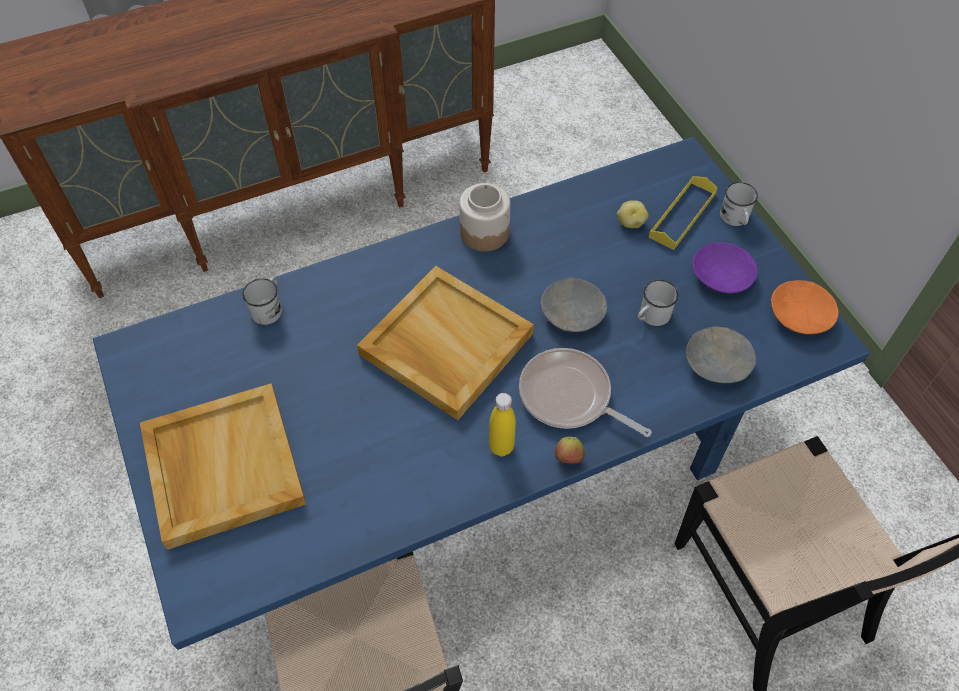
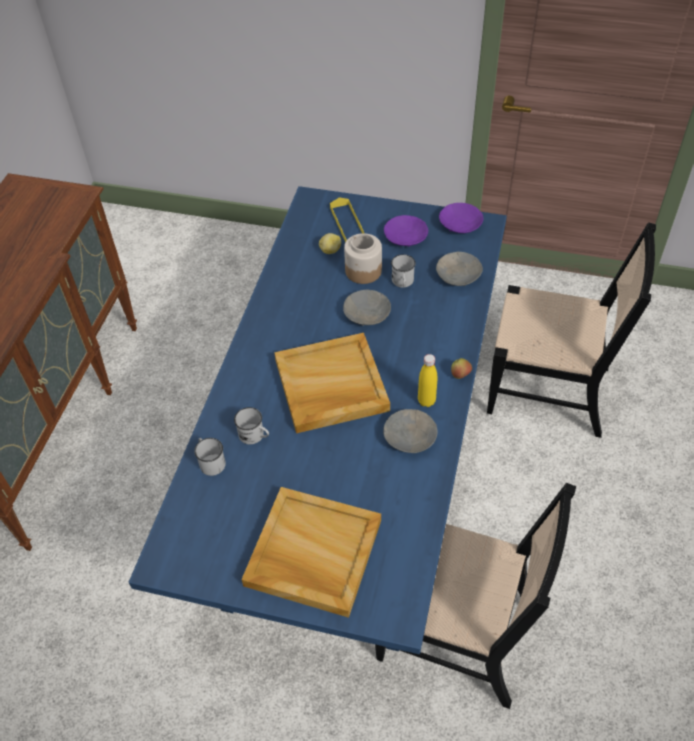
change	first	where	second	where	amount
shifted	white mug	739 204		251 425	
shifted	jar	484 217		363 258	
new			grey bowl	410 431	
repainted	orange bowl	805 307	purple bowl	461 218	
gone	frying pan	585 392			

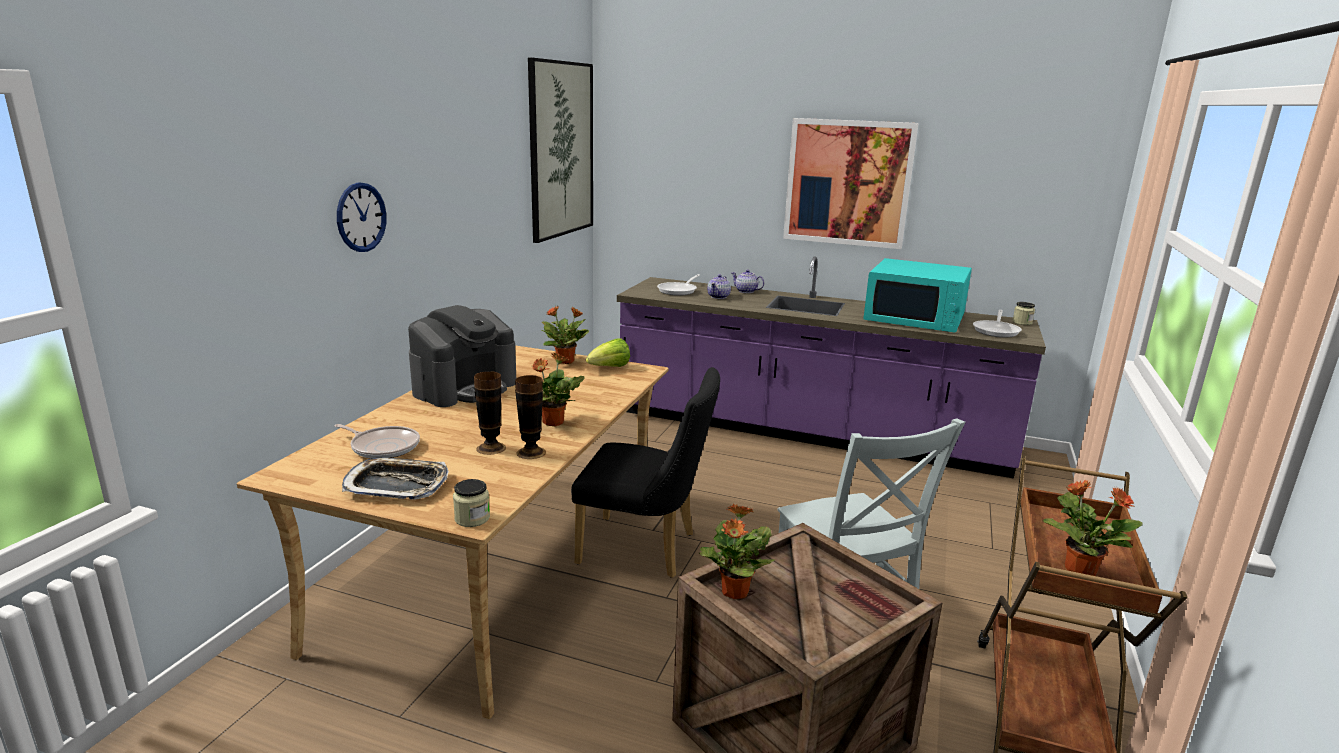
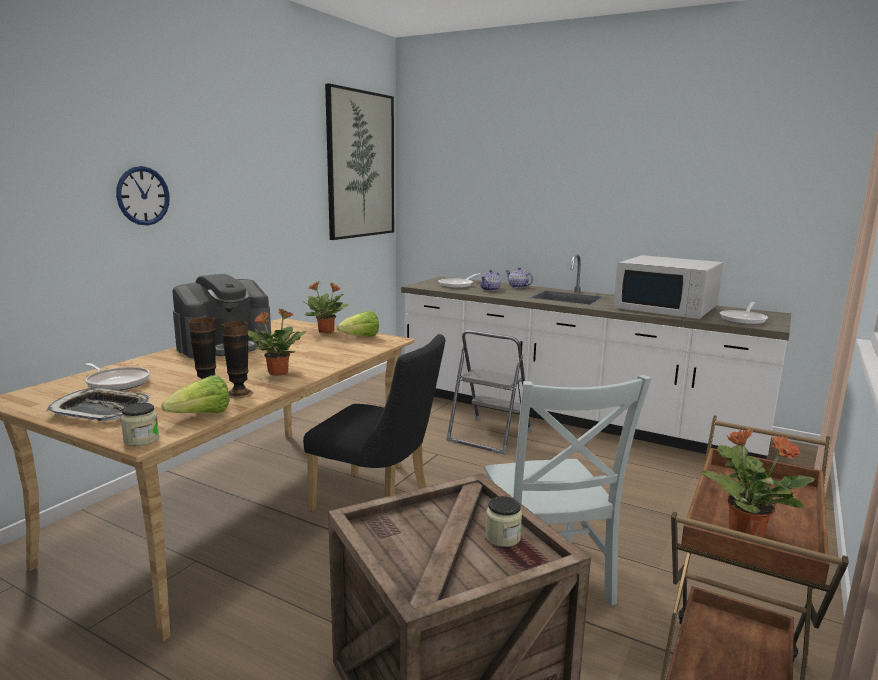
change	first	where	second	where	amount
new			lettuce	195 394	
repainted	purple counter	831 367	white counter	596 356	
new			grey step ladder	489 392	
shifted	jar	1023 313		503 521	
repainted	turquoise microwave	917 295	white microwave	668 287	
gone	potted plant	737 551			
gone	picture	851 183			

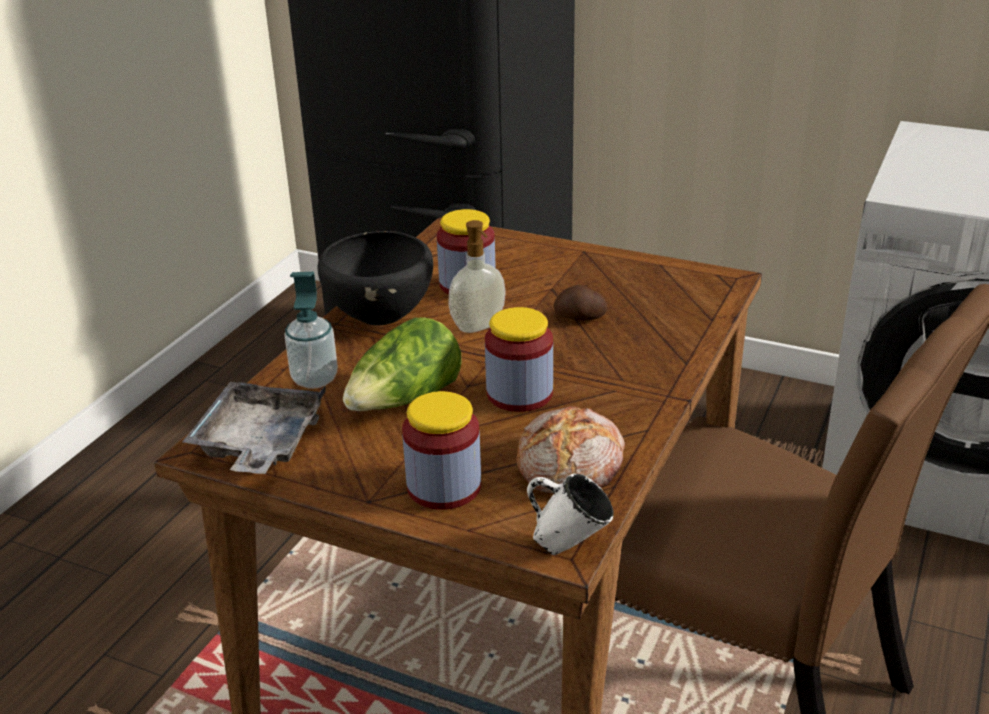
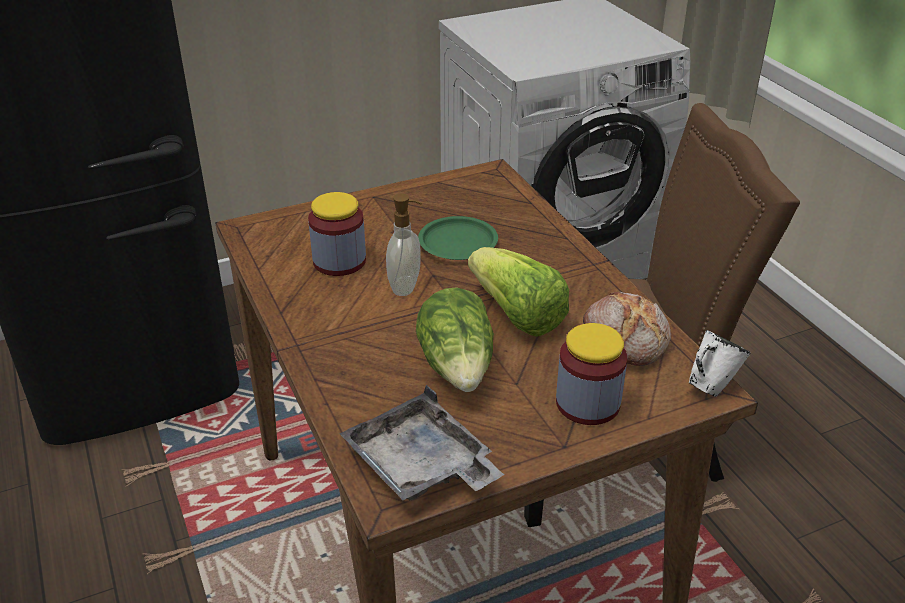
change	first	where	second	where	amount
swapped	potato	580 303	green plate	458 238	
swapped	jar	519 359	lettuce	518 292	
gone	soap dispenser	311 330			
gone	black bowl	375 278			

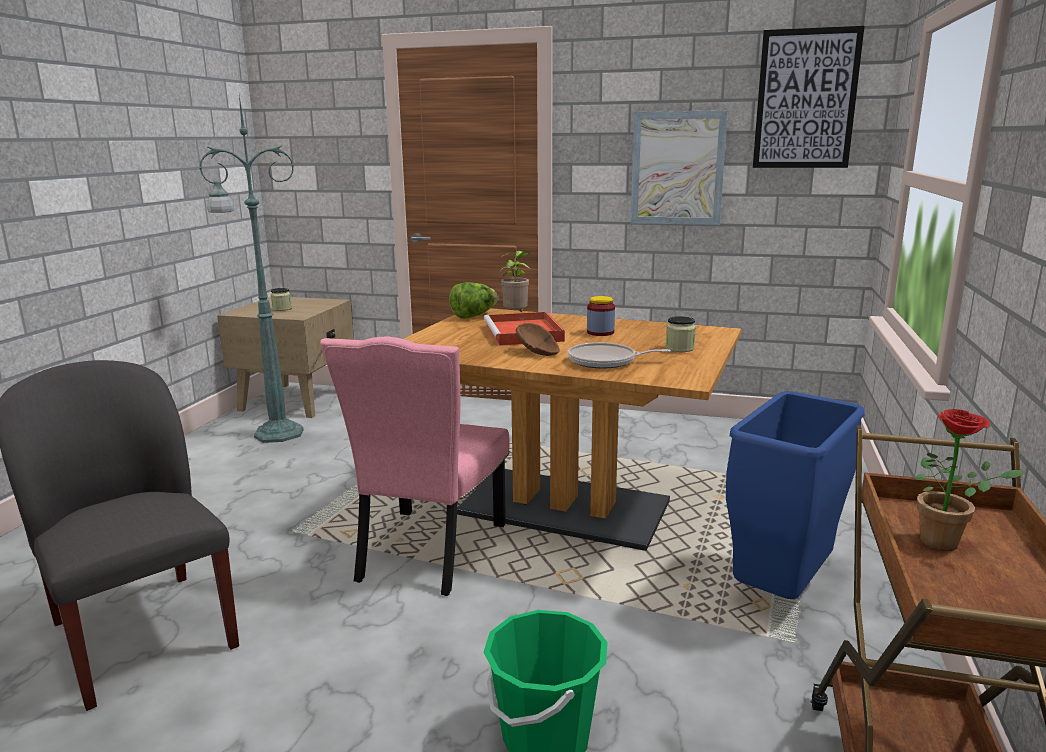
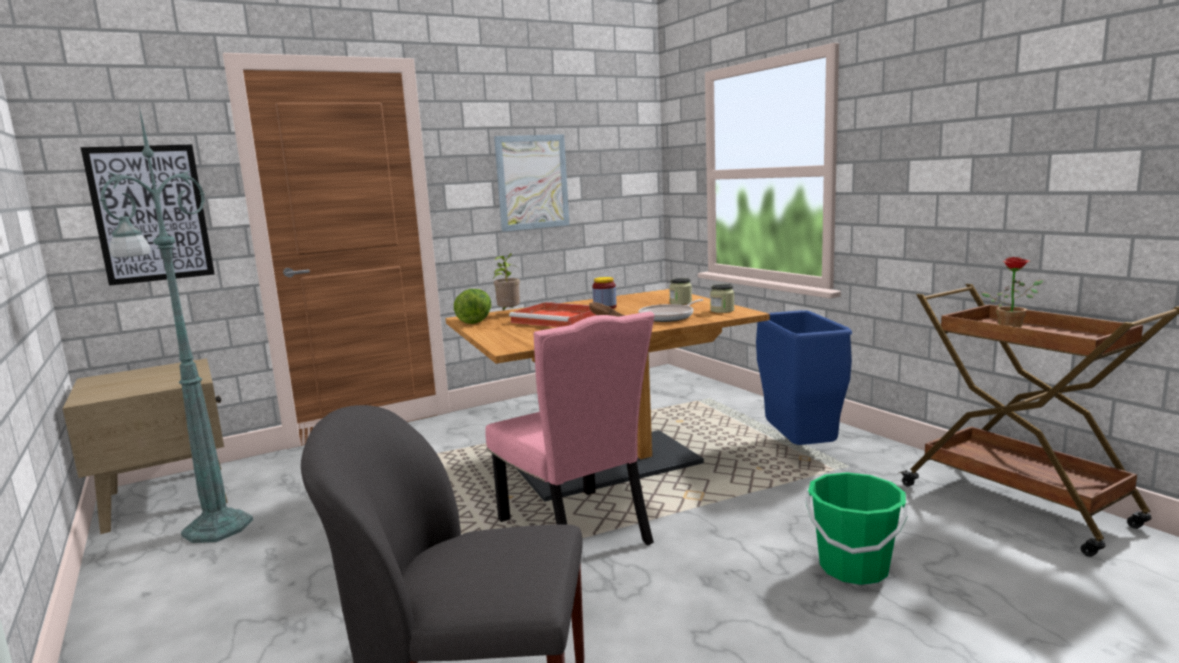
change	first	where	second	where	amount
shifted	picture	809 97		147 215	
shifted	jar	281 299		722 298	

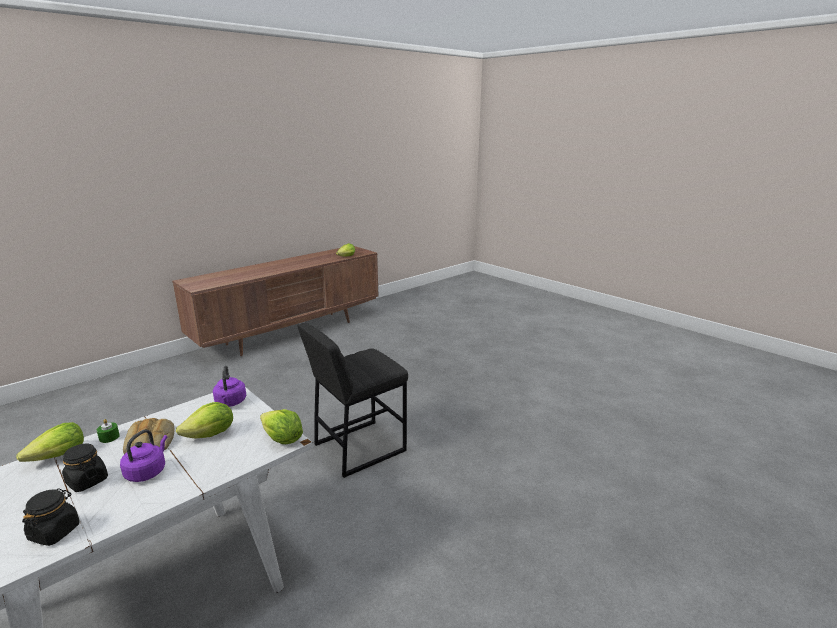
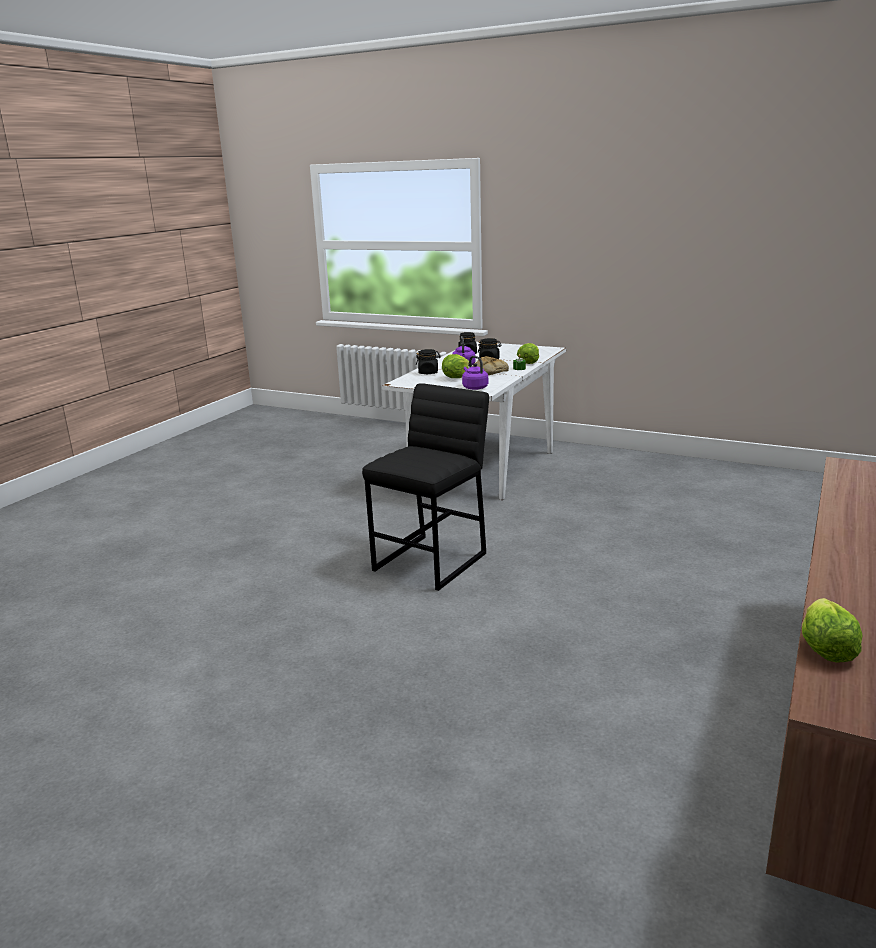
change	first	where	second	where	amount
new			black jar	428 361	
gone	lettuce	281 426			

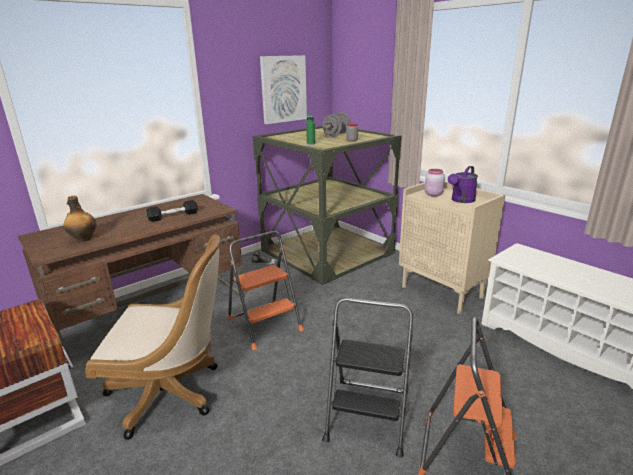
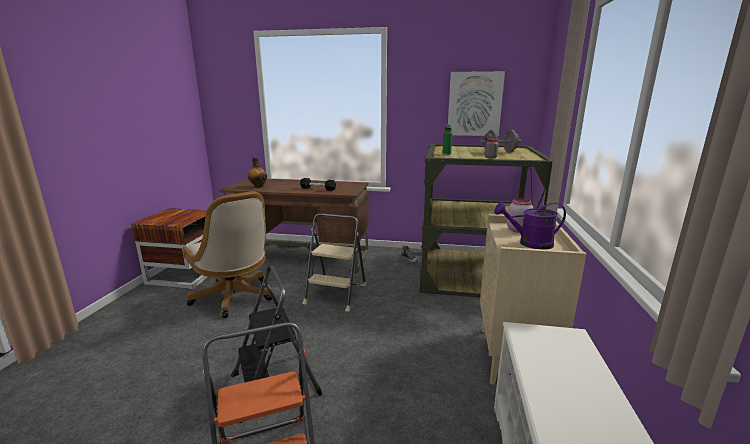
change	first	where	second	where	amount
repainted	orange step ladder	266 290	beige step ladder	334 262	

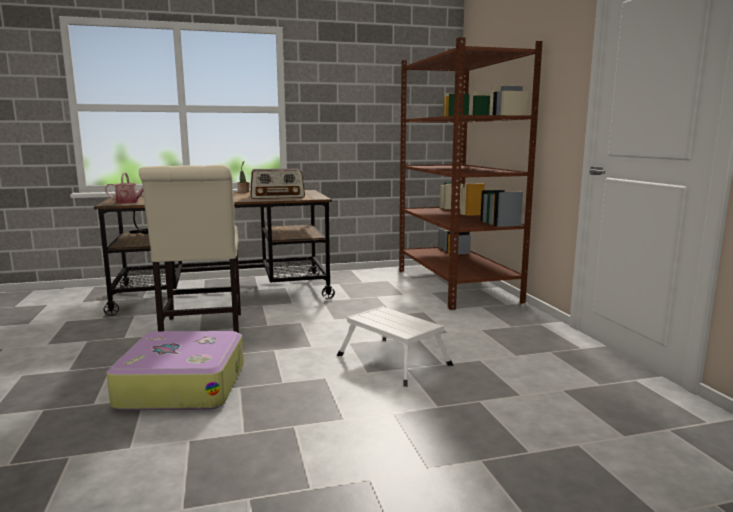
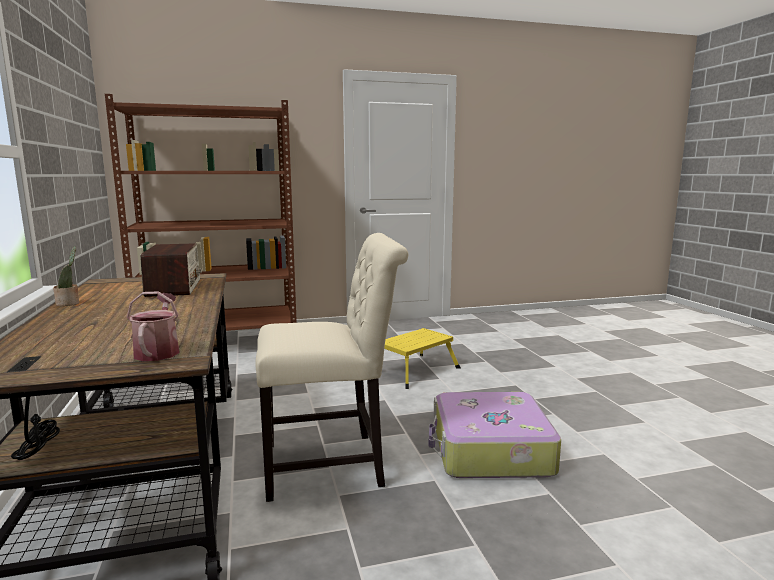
change	first	where	second	where	amount
repainted	white step ladder	395 346	yellow step ladder	422 358	

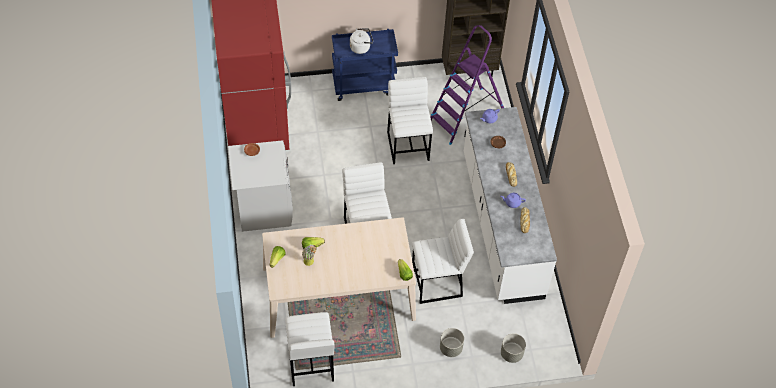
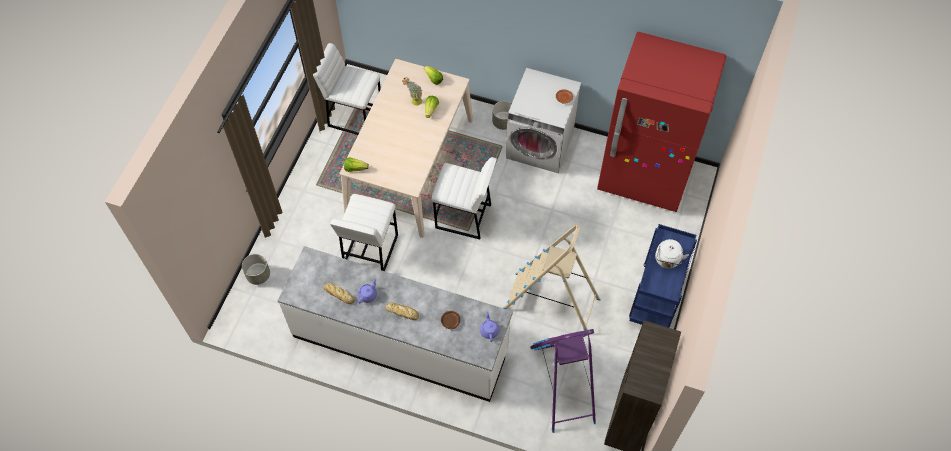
change	first	where	second	where	amount
shifted	grey planter	452 342		502 115	
swapped	white chair	410 120	beige step ladder	552 278	

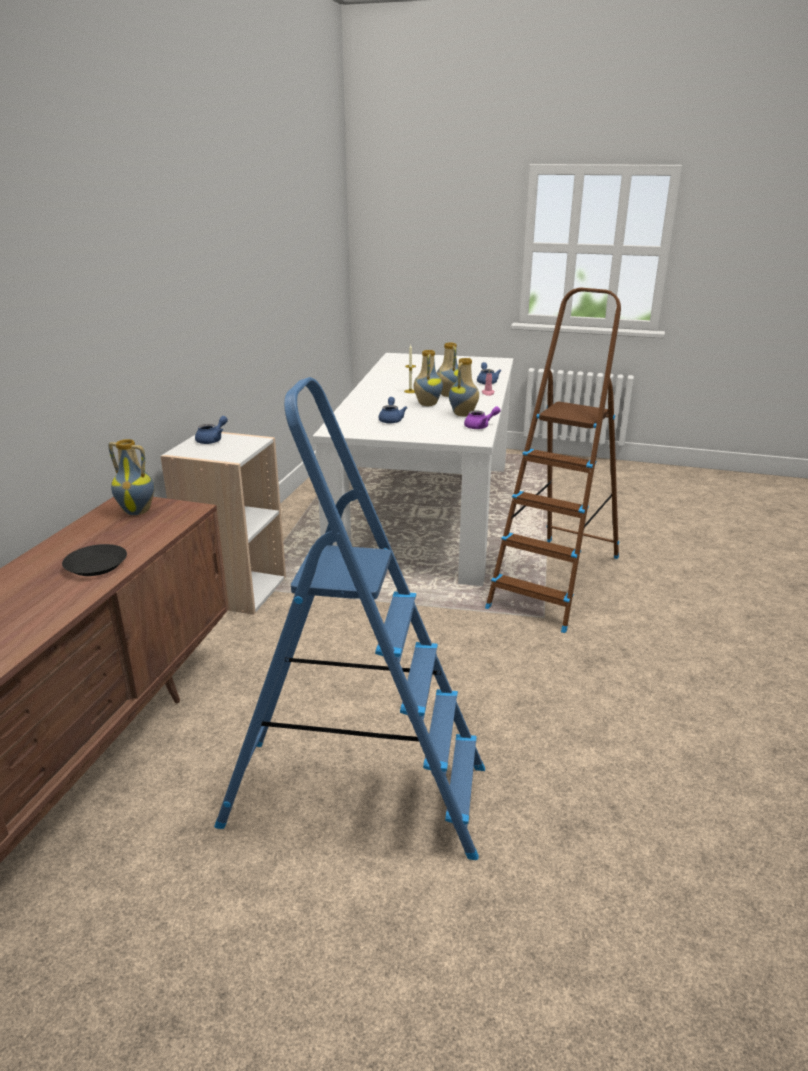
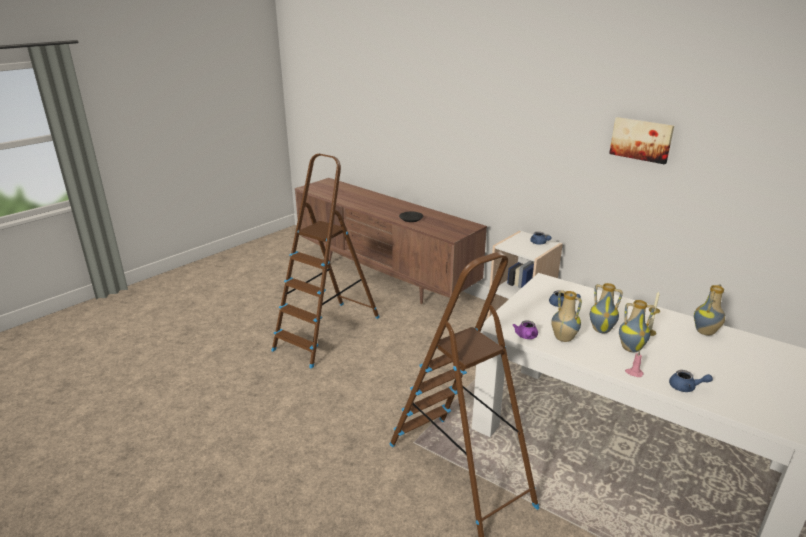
change	first	where	second	where	amount
repainted	blue step ladder	349 618	brown step ladder	325 261	
new			picture	641 141	
shifted	vase	131 477		709 310	

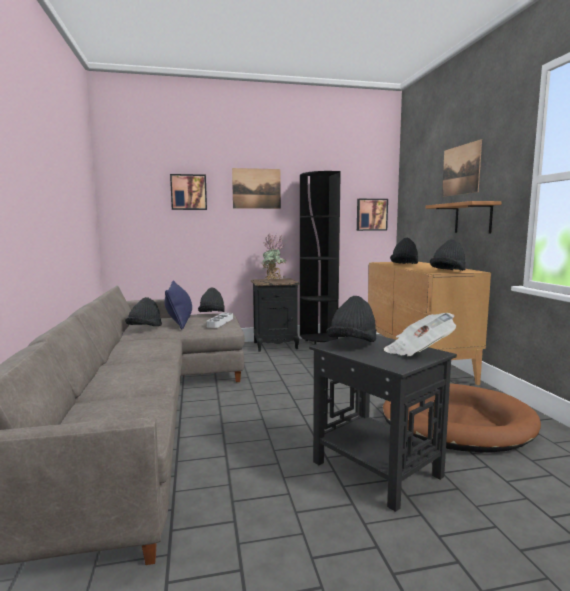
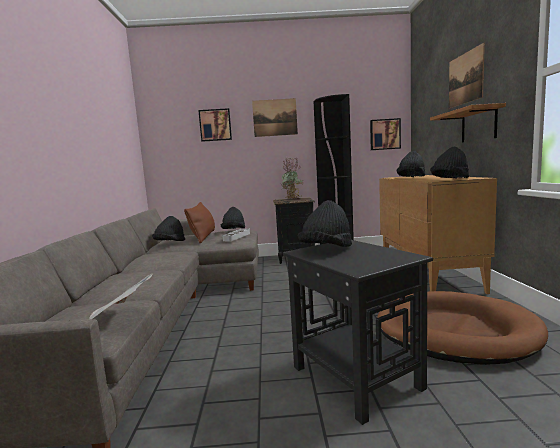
change	first	where	second	where	amount
shifted	newspaper	420 334		121 296	
repainted	blue pillow	178 305	brown pillow	199 222	

